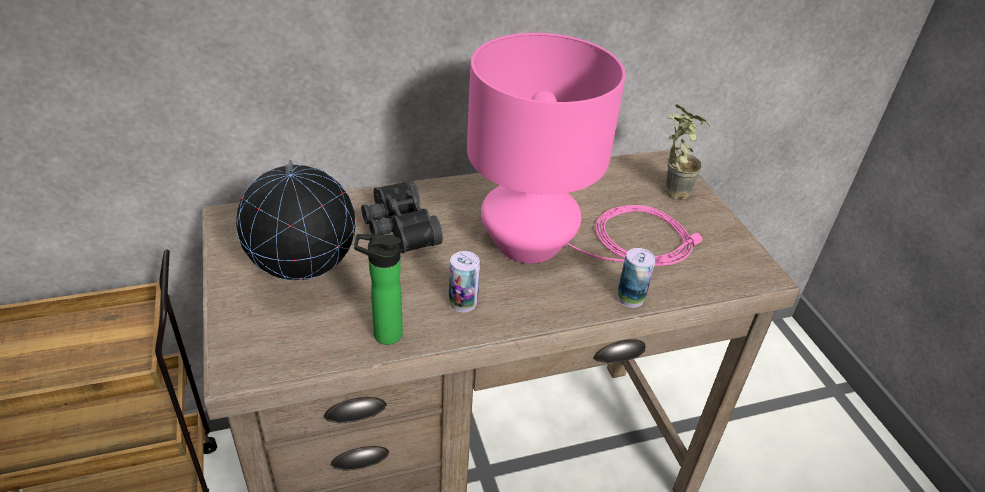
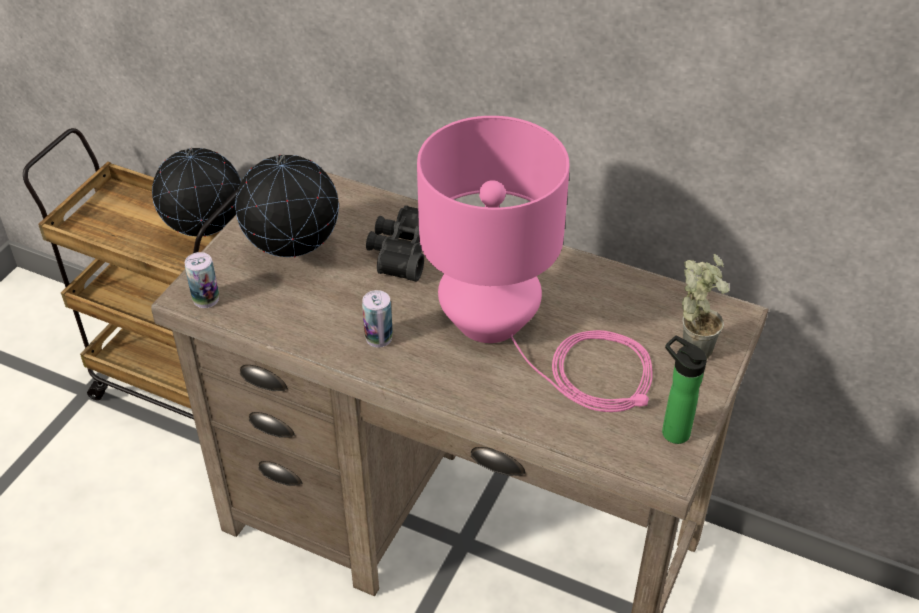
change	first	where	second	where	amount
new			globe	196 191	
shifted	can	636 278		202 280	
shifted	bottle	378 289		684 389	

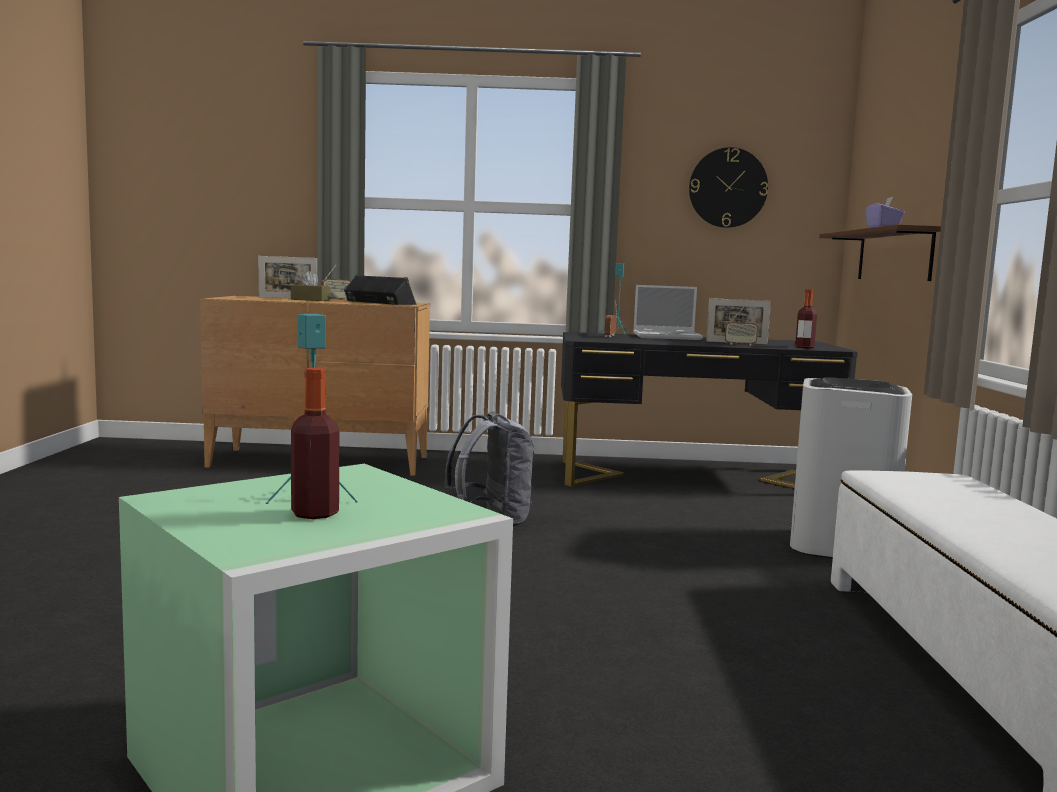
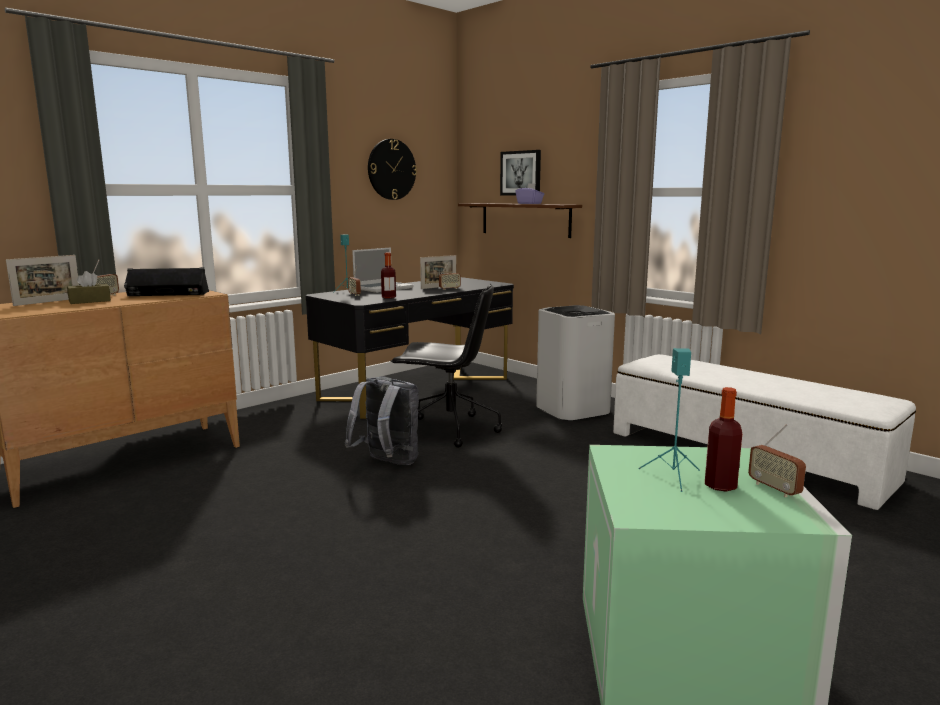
change	first	where	second	where	amount
shifted	bottle	806 319		388 275	
new			black office chair	446 366	
new			picture	520 172	
new			radio	777 460	

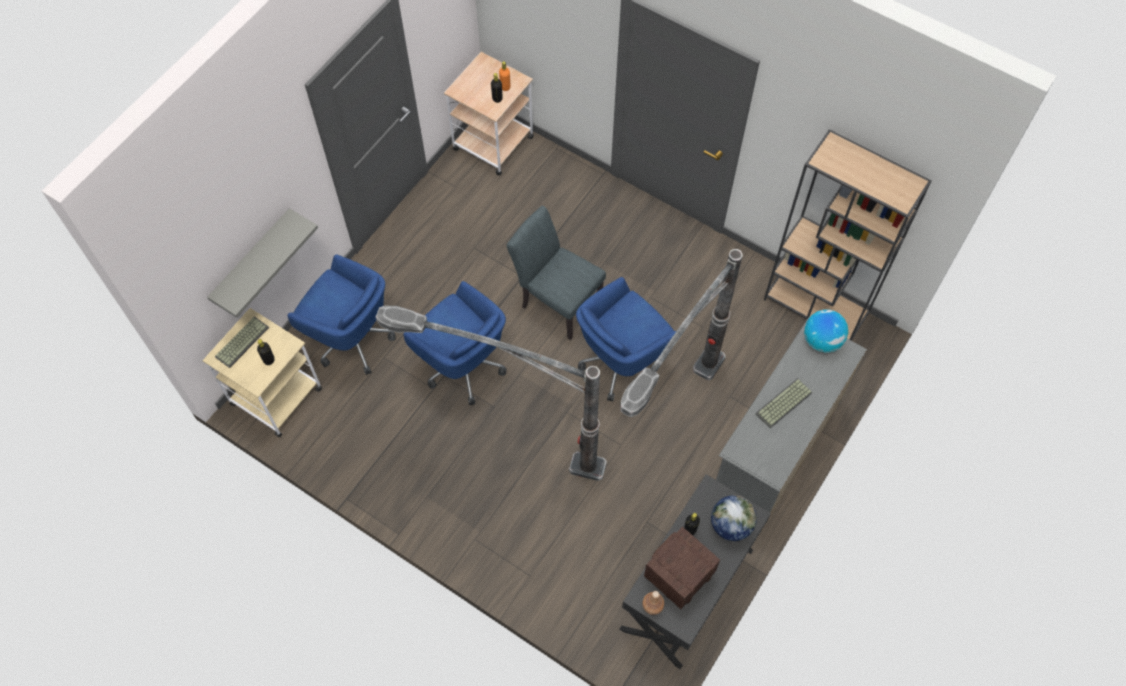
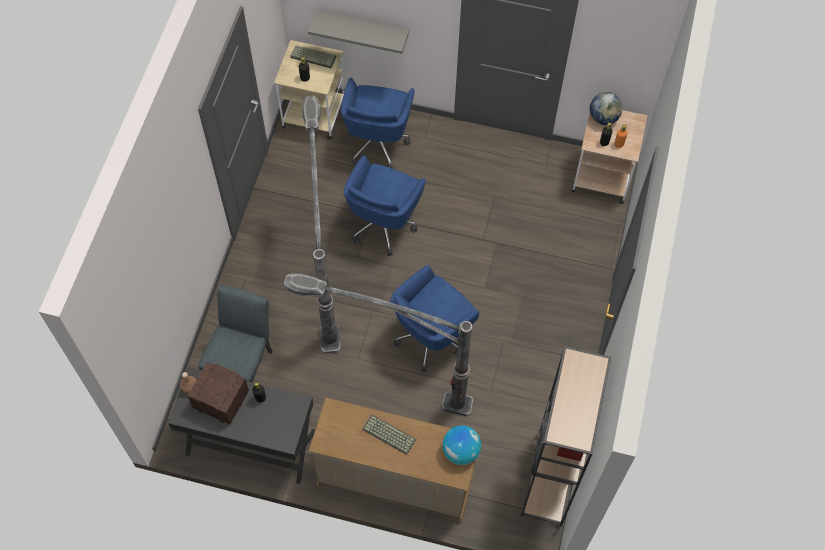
change	first	where	second	where	amount
shifted	grey chair	556 273		235 333	
repainted	grey cabinet	791 425	brown cabinet	394 460	
rotated	blue office chair	626 339		434 318	75 degrees counterclockwise
shifted	globe	734 518		606 108	

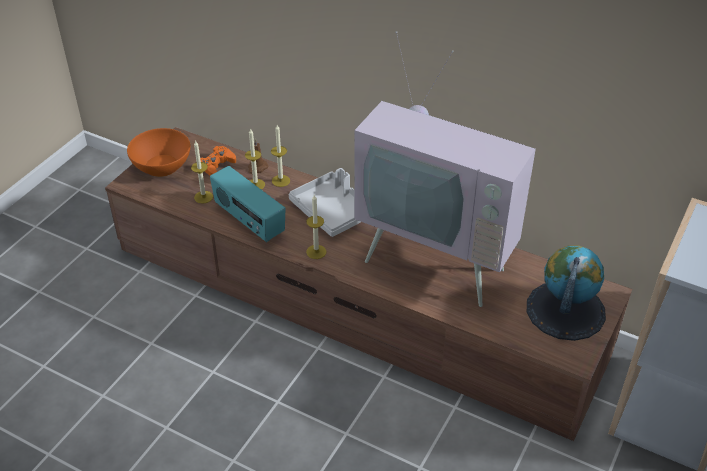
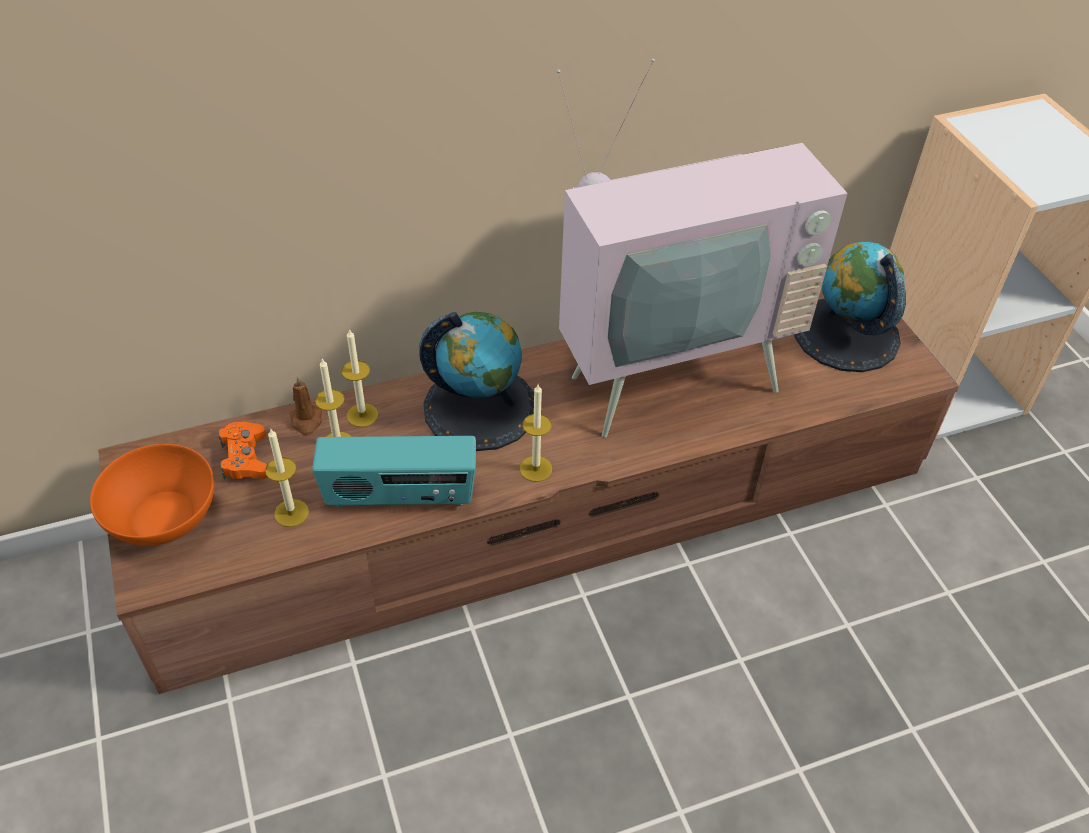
change	first	where	second	where	amount
swapped	grey tray	325 202	globe	476 381	

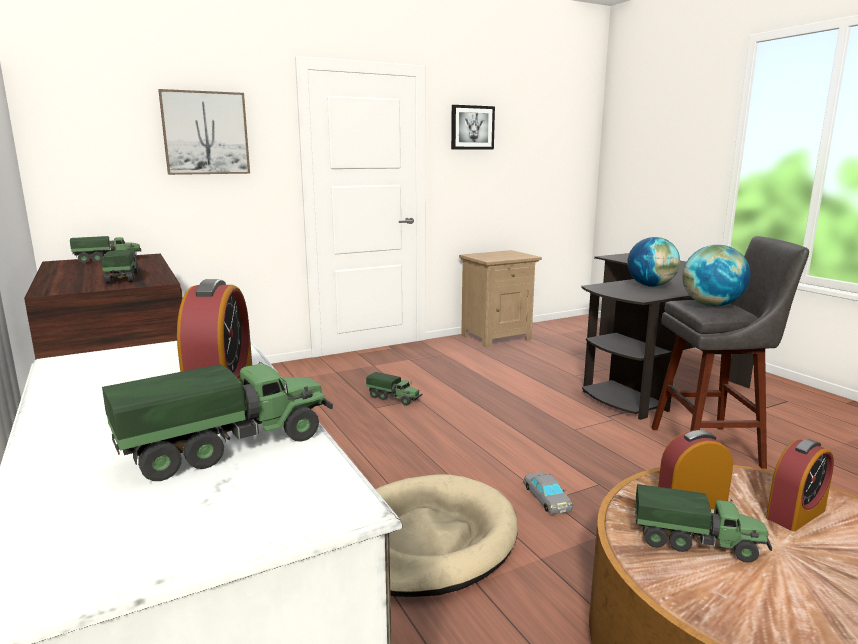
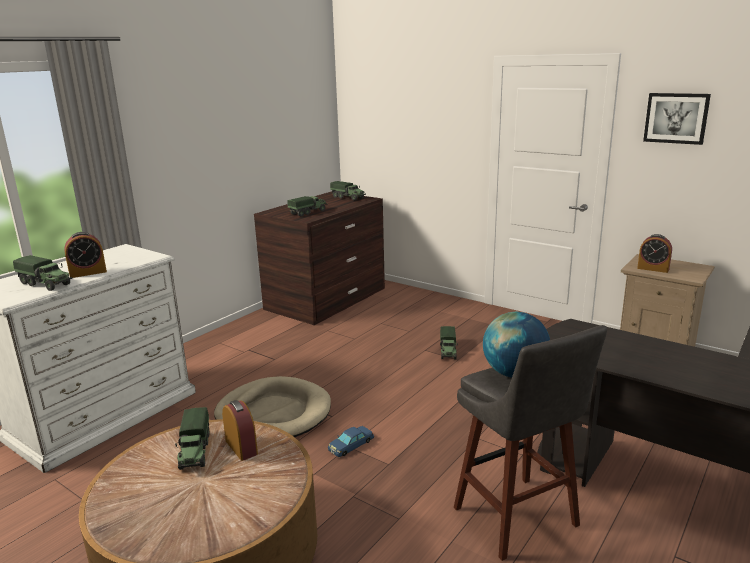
change	first	where	second	where	amount
repainted	grey toy car	548 493	blue toy car	351 441	
shifted	alarm clock	800 485		654 253	
gone	picture	204 132			
gone	globe	653 262			

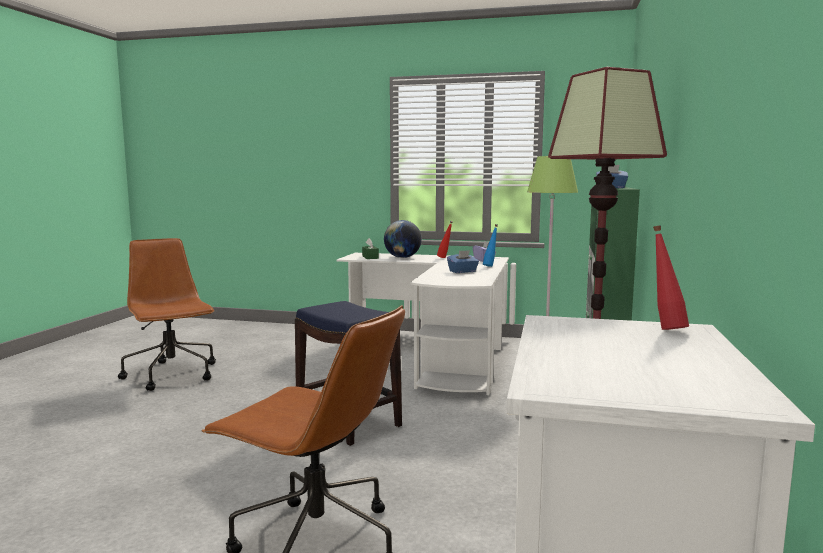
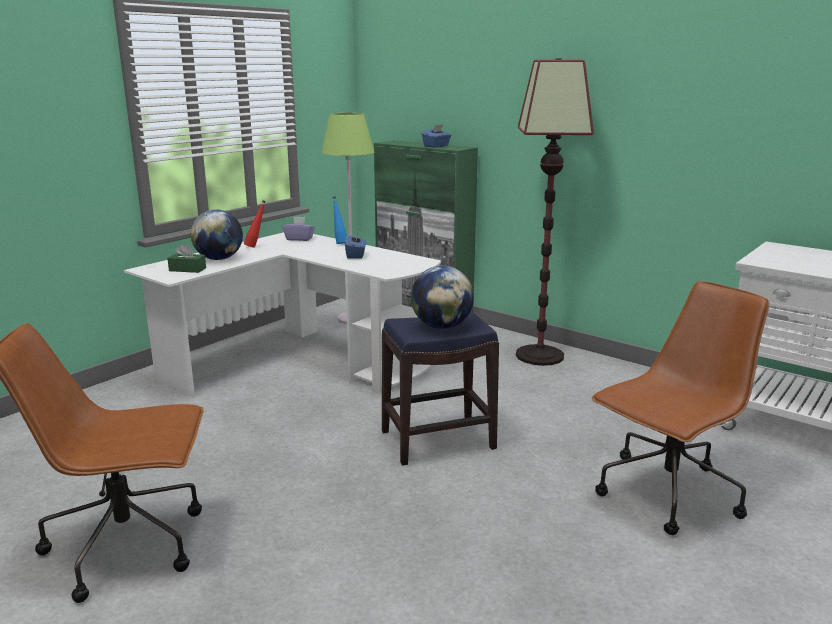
change	first	where	second	where	amount
new			globe	442 297	
gone	red bottle	671 278			

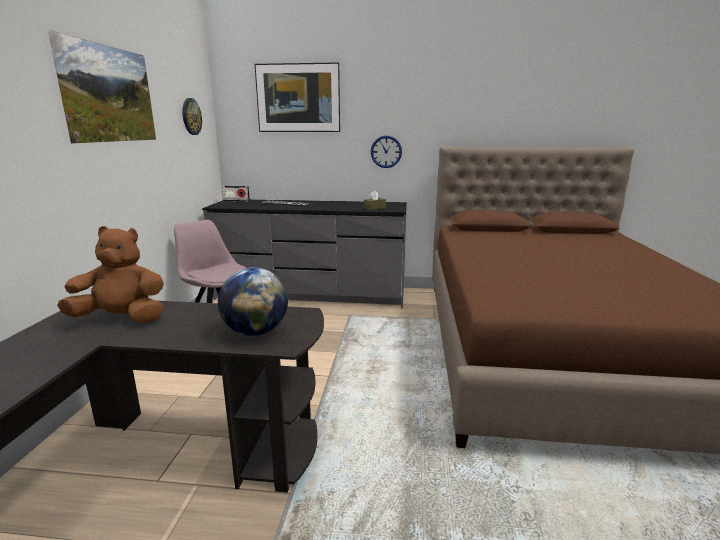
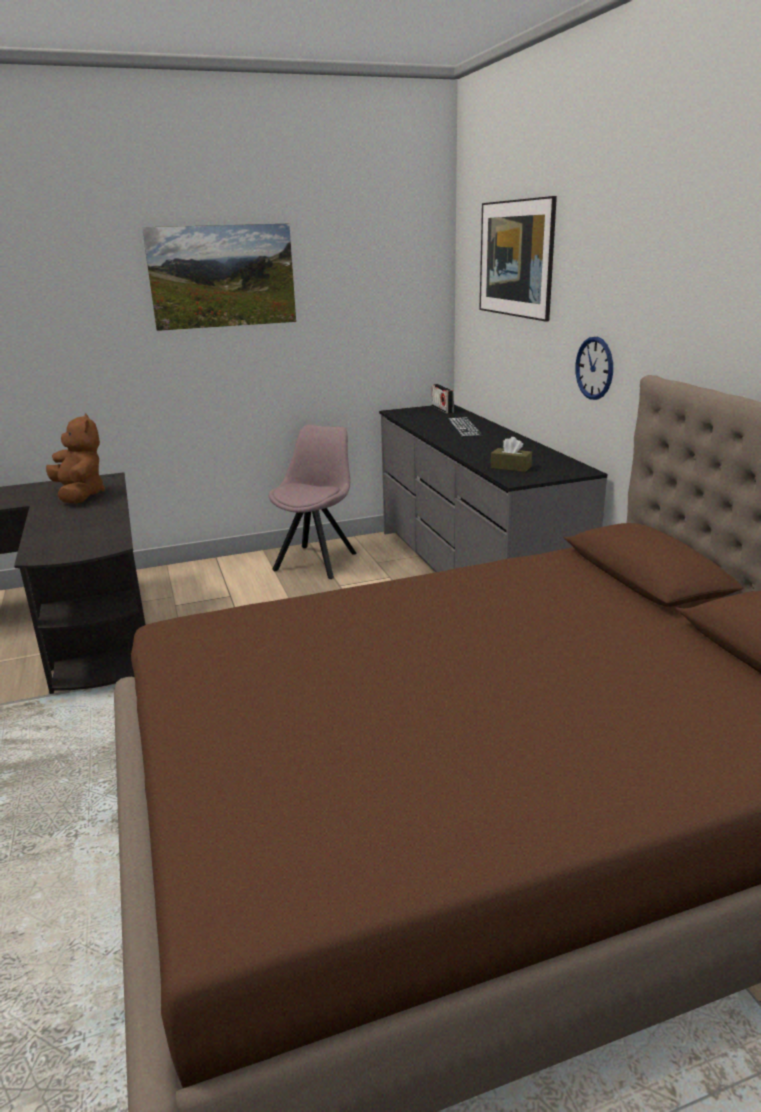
change	first	where	second	where	amount
gone	wall clock	192 116			
gone	globe	253 301			

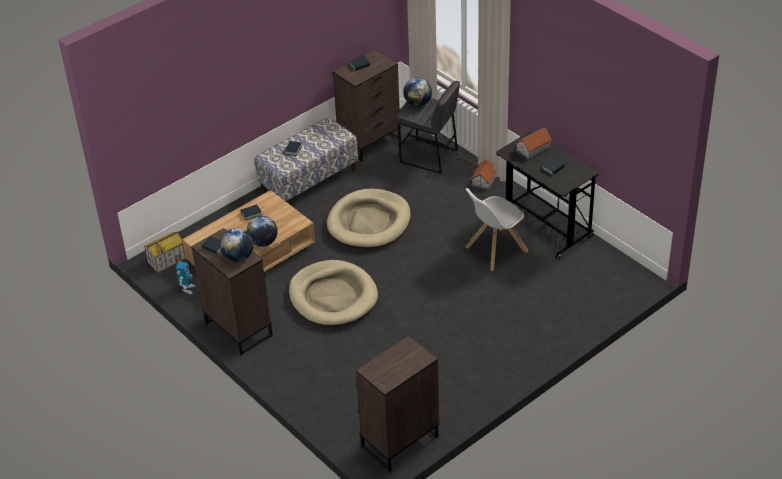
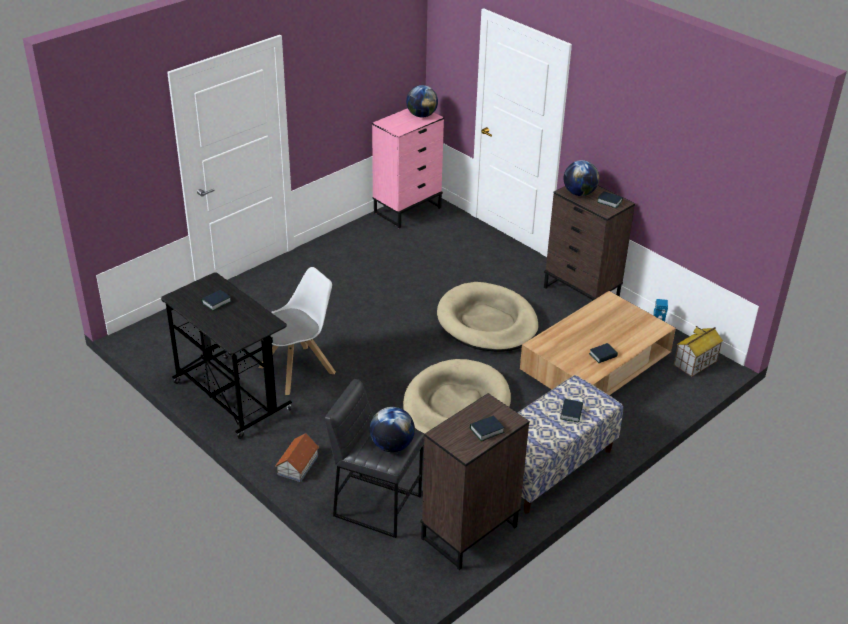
change	first	where	second	where	amount
repainted	brown dresser	397 403	pink dresser	408 168	
shifted	globe	262 231		422 101	
gone	toy house	533 143			

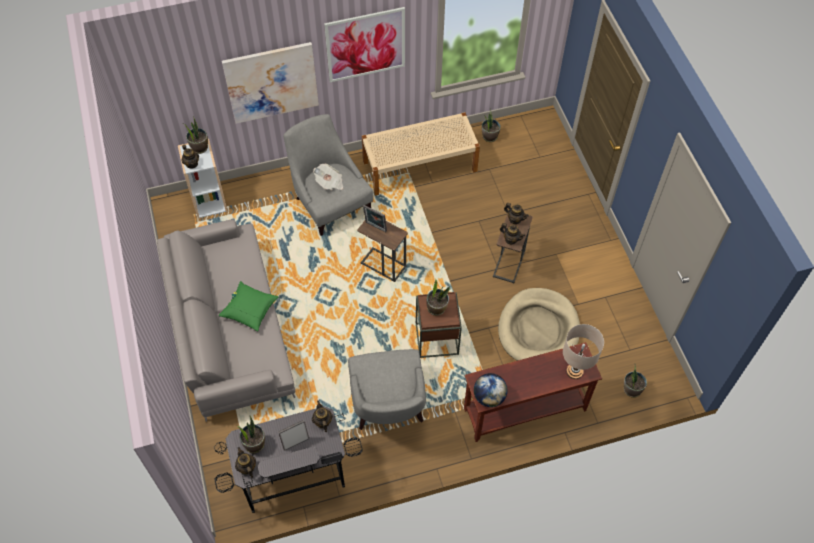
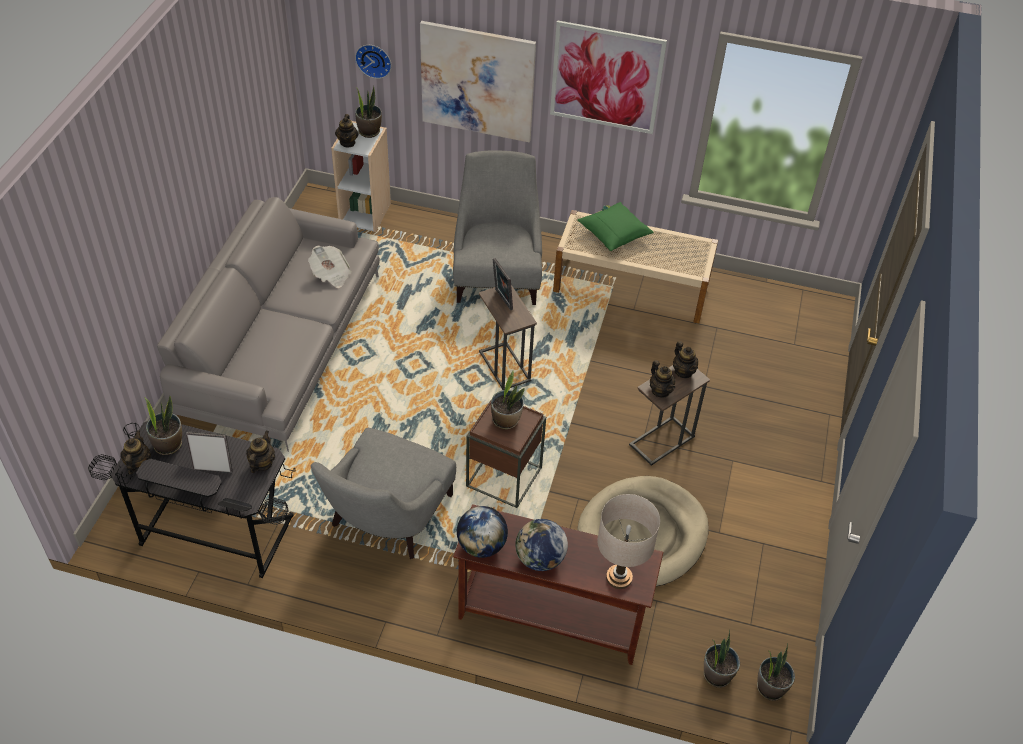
change	first	where	second	where	amount
shifted	newspaper	328 177		330 267	
new			wall clock	373 62	
new			globe	541 545	
shifted	green pillow	248 306		615 226	
shifted	potted plant	491 125		776 672	

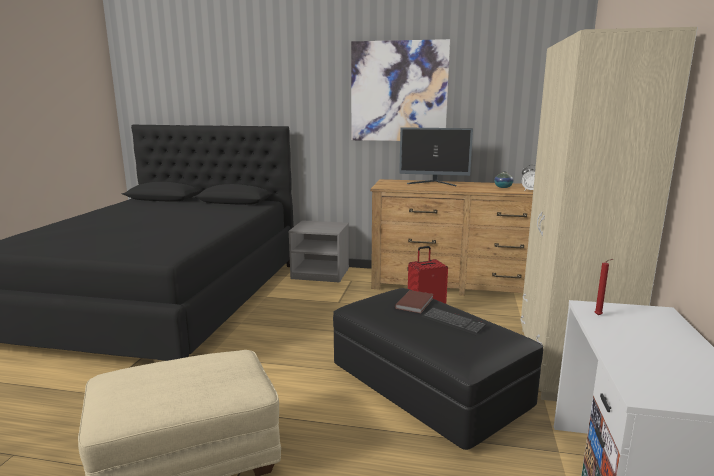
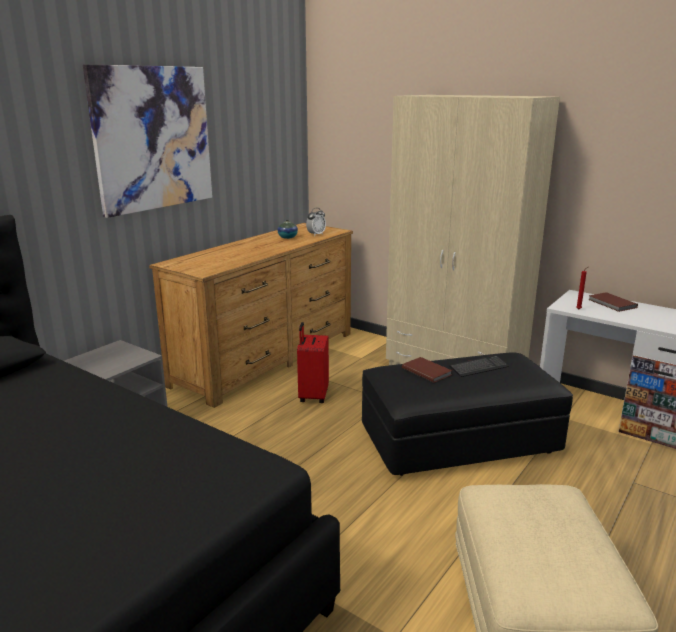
change	first	where	second	where	amount
new			brown book	613 302	
gone	monitor	436 156			

